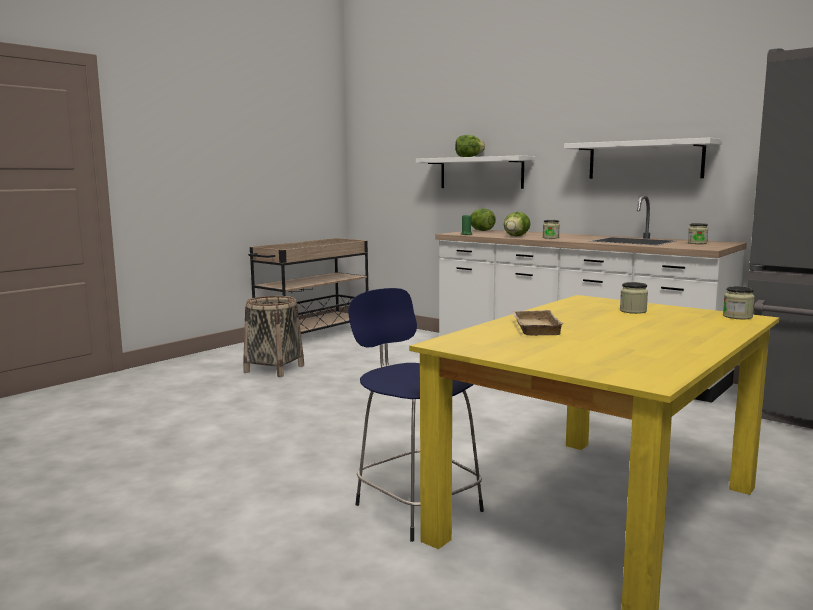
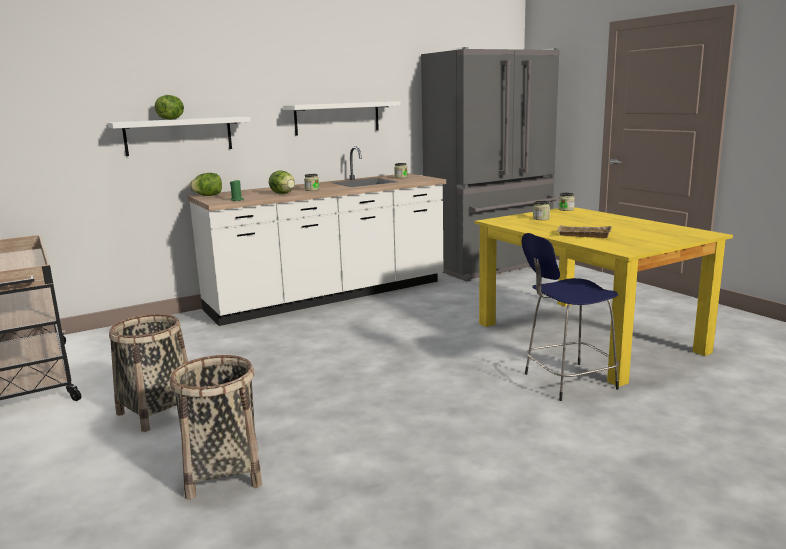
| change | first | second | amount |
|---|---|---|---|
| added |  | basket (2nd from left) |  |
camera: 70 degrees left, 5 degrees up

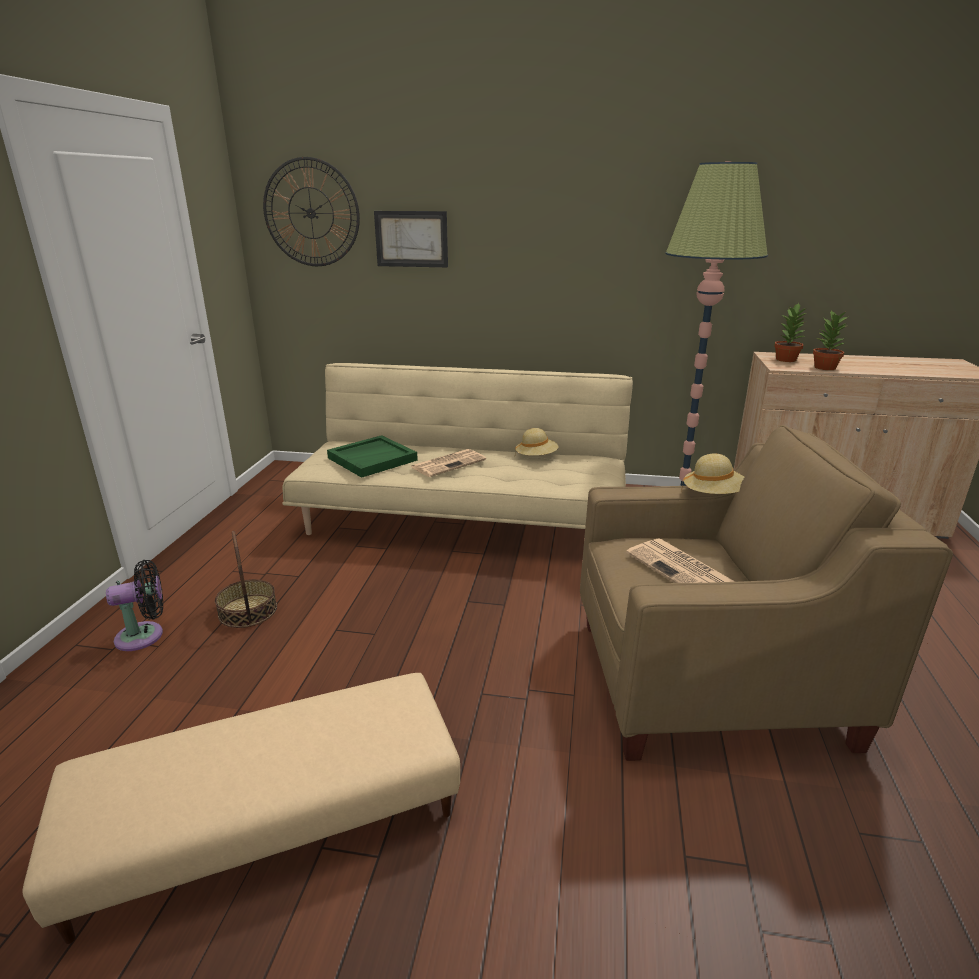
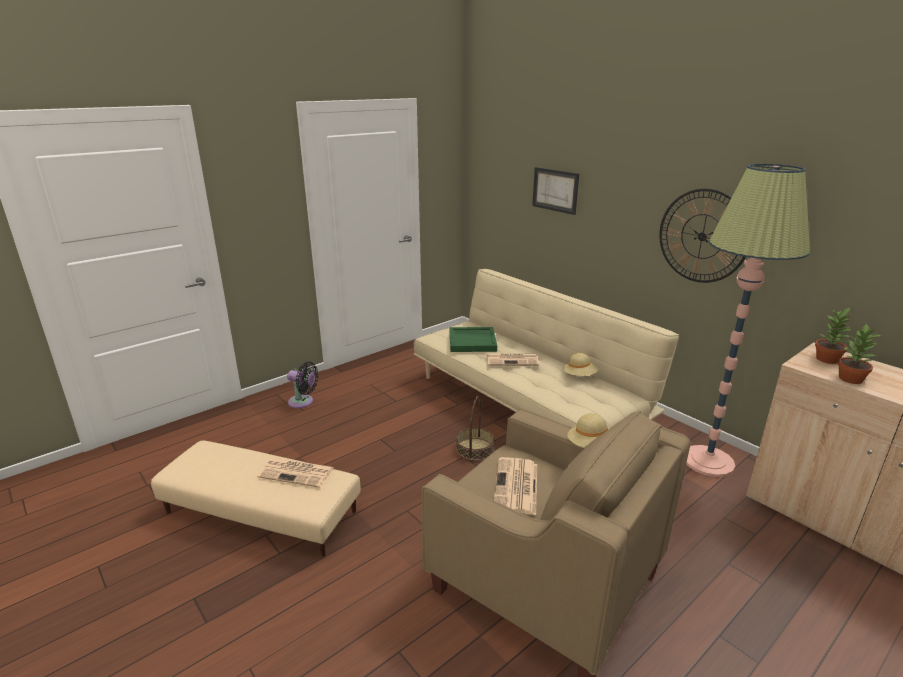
| change | first | second | amount |
|---|---|---|---|
| added |  | newspaper (1st from left) |  |
| moved | basket |  |  |
| moved | wall clock |  |  |
camera: 40 degrees right, 0 degrees up

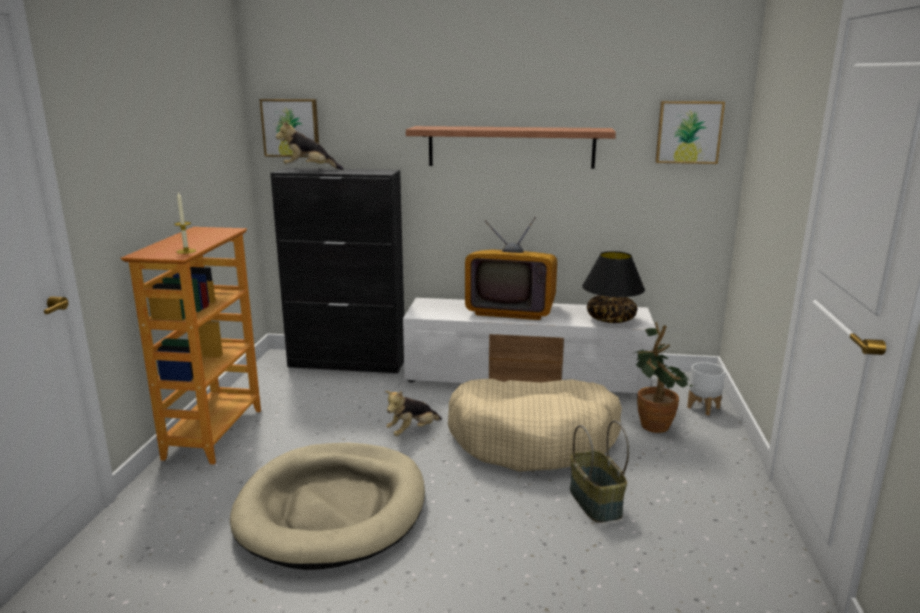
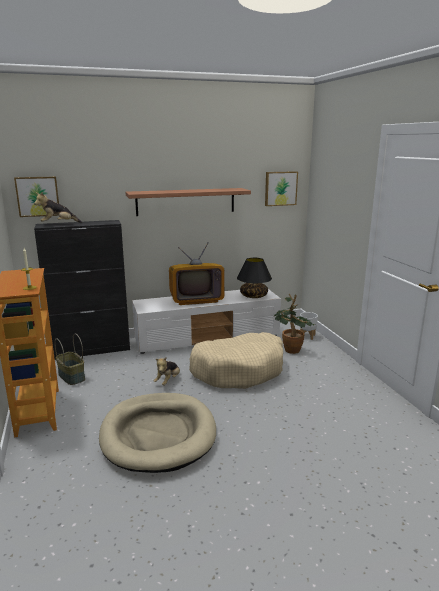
| change | first | second | amount |
|---|---|---|---|
| moved | basket |  |  |
camera: 25 degrees left, 0 degrees up

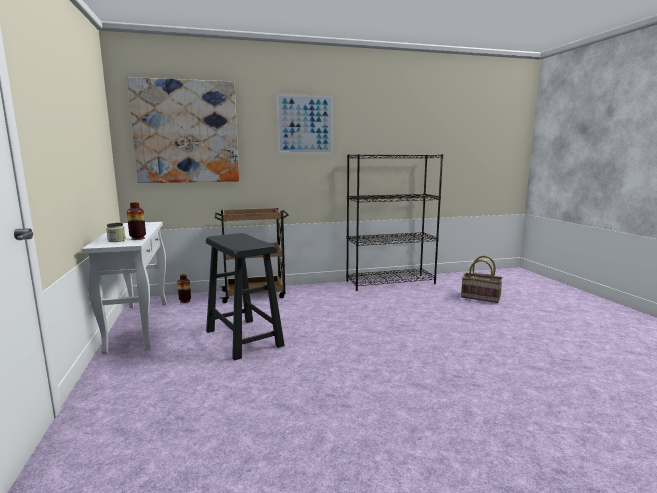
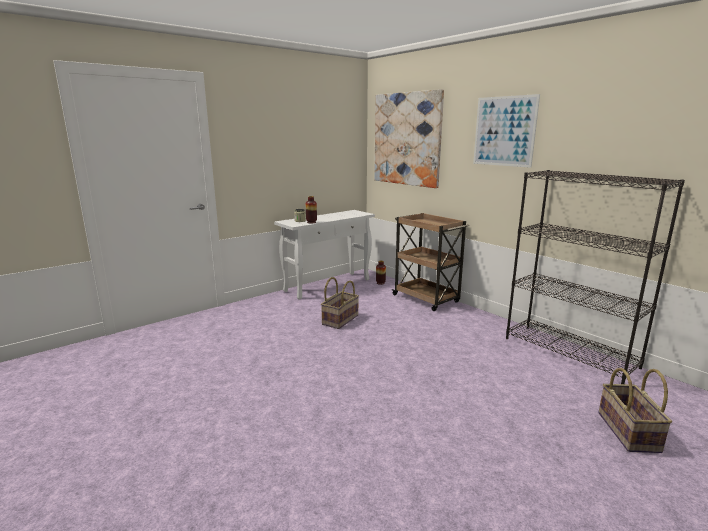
| change | first | second | amount |
|---|---|---|---|
| replaced | stool (black) | basket (1st from left) |  |
camera: 65 degrees right, 5 degrees up

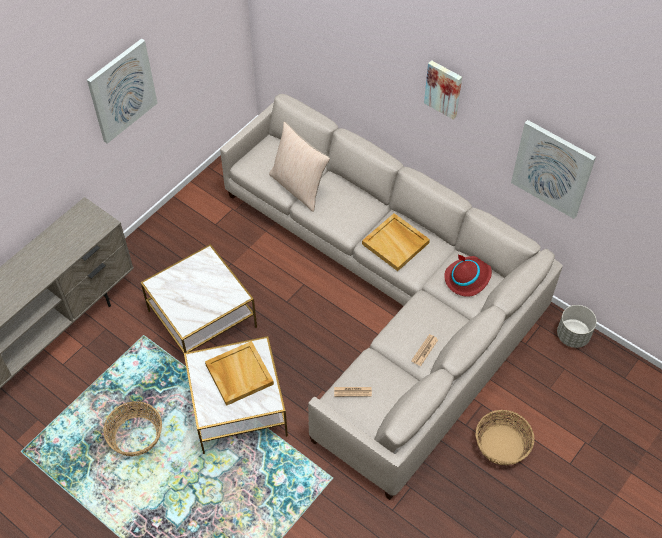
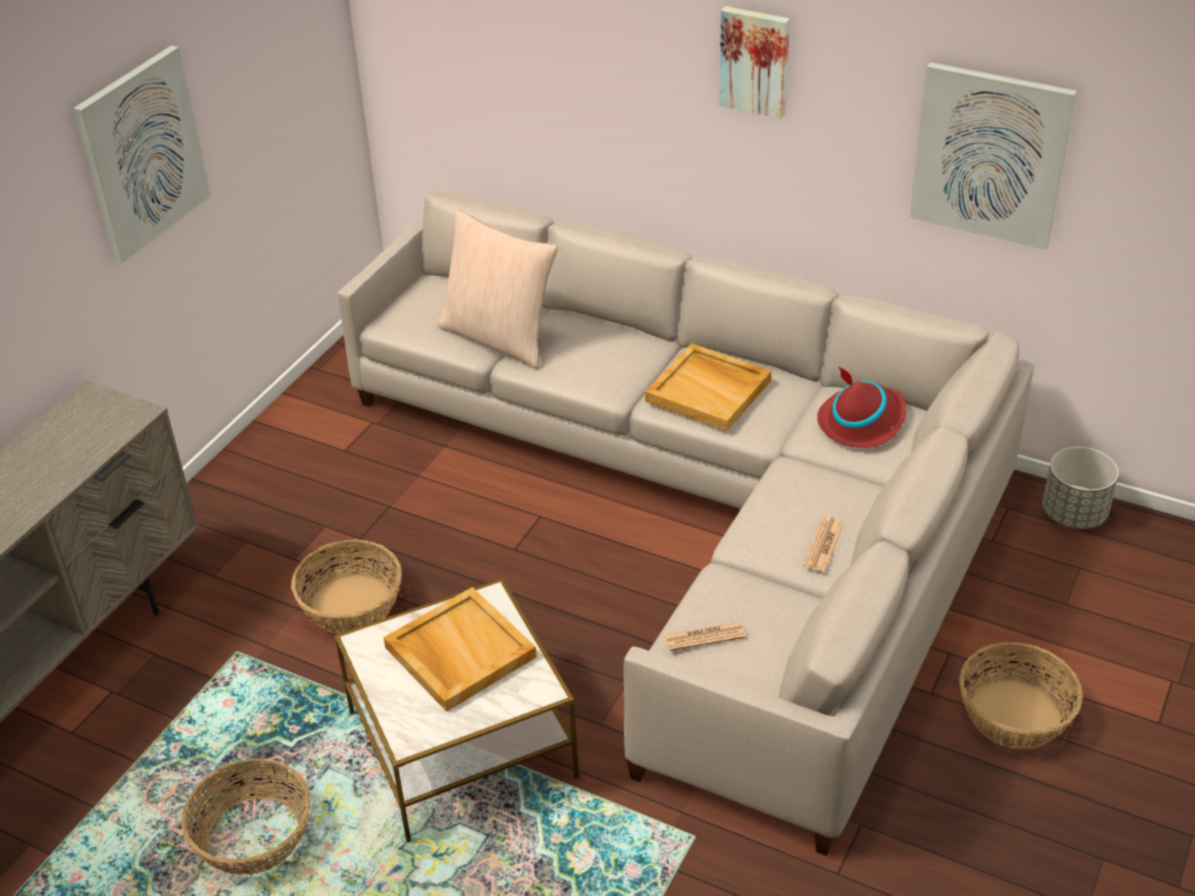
| change | first | second | amount |
|---|---|---|---|
| replaced | side table (1st from left) | basket (2nd from left) |  |
camera: 10 degrees left, 15 degrees down

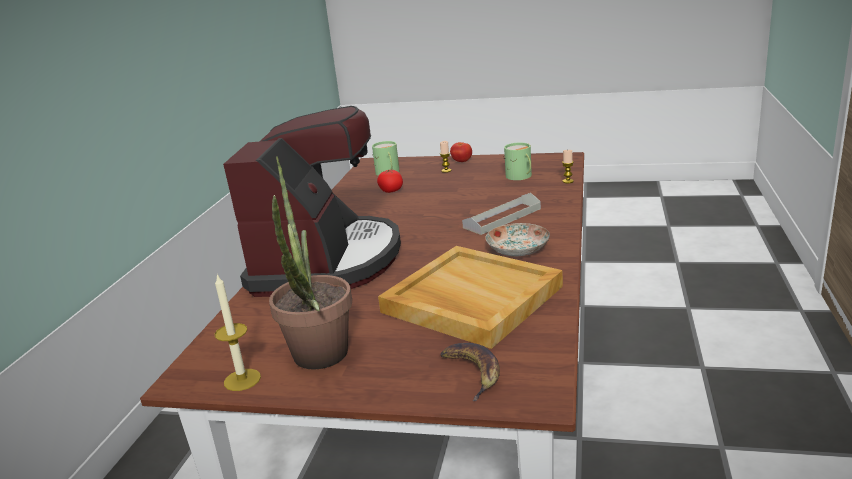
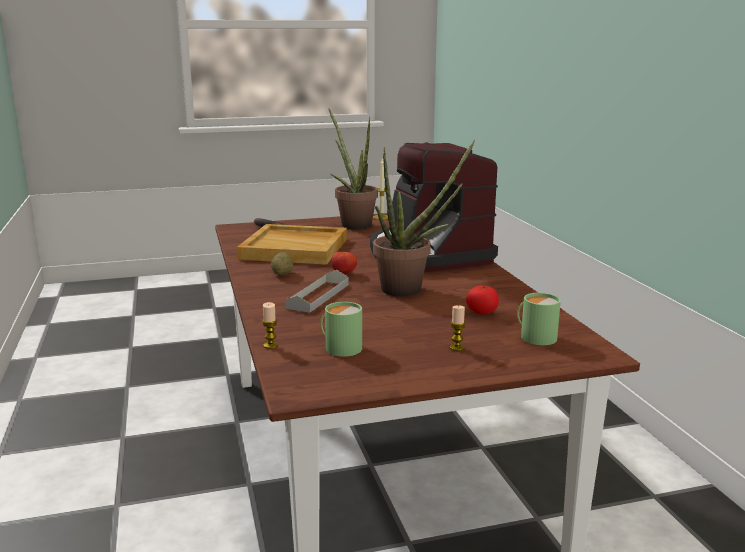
| change | first | second | amount |
|---|---|---|---|
| added |  | potted plant (2nd from left) |  |
| moved | tomato (2nd from left in the first image) | tomato (1st from left) |  |
| replaced | plate | potato |  |
camera: 150 degrees right, 5 degrees down

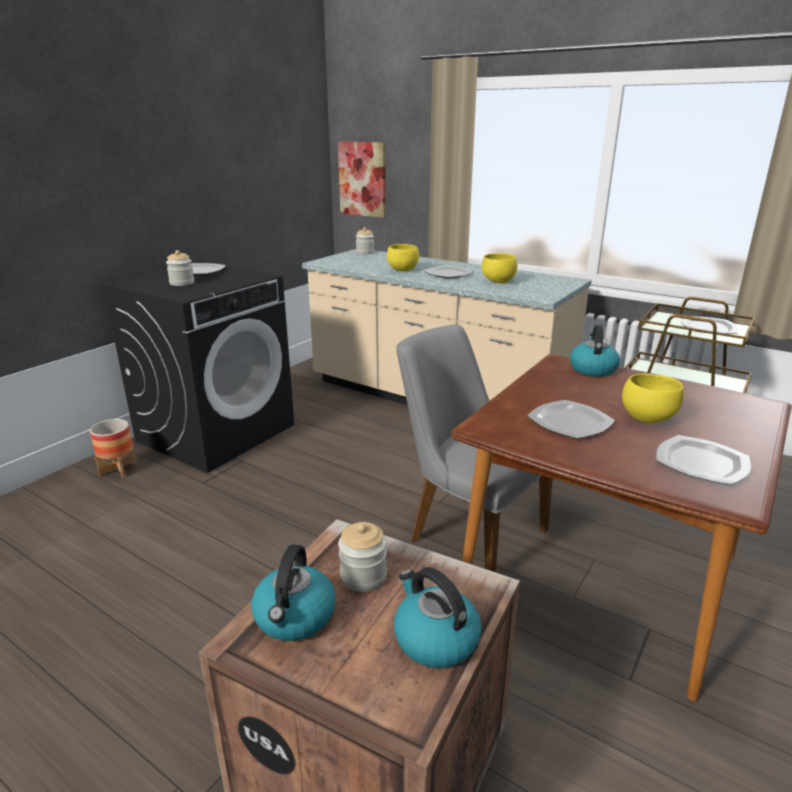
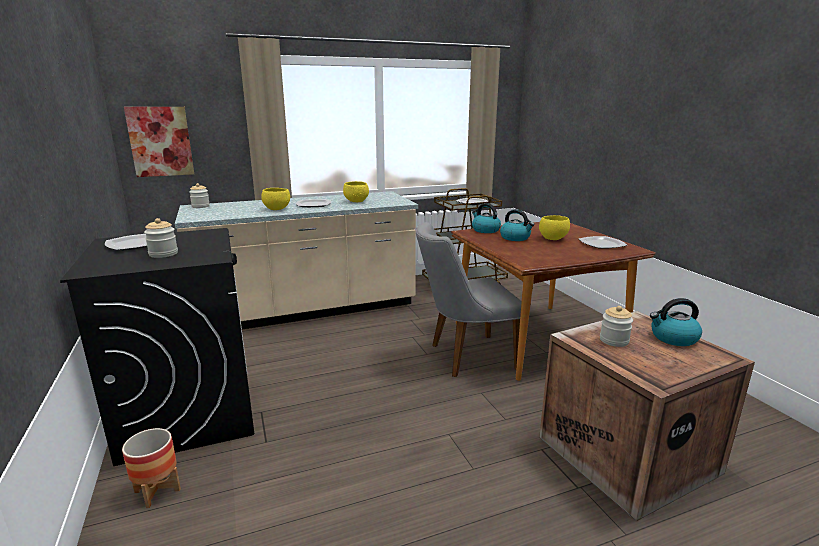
| change | first | second | amount |
|---|---|---|---|
| removed | plate (3rd from left) |  |  |
| moved | kettle (1st from left in the first image) | kettle (2nd from left) |  |
camera: 55 degrees left, 5 degrees down

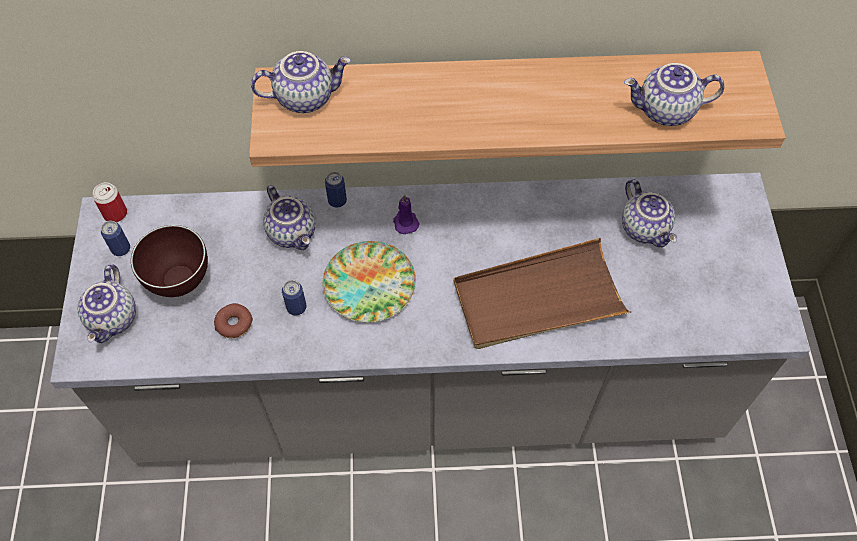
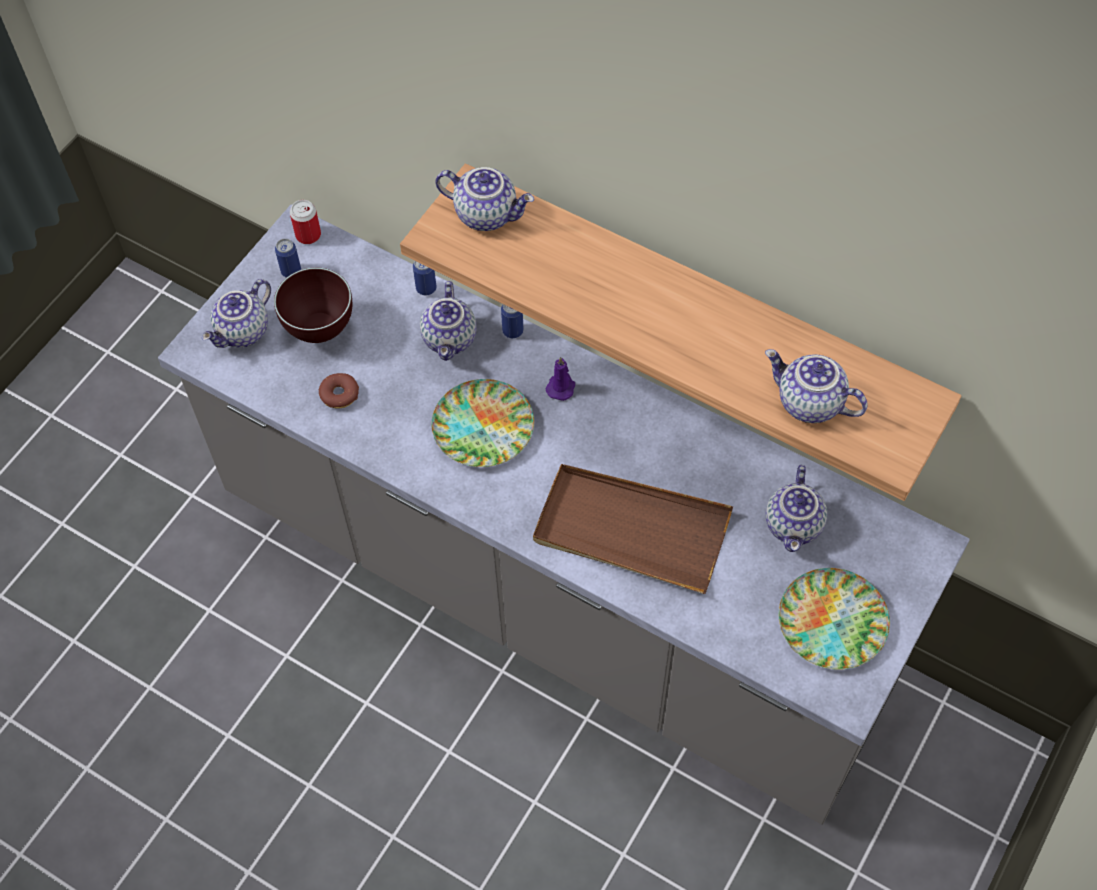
| change | first | second | amount |
|---|---|---|---|
| added |  | plate (2nd from left) |  |
| moved | can (3rd from left) |  |  |
camera: 35 degrees right, 0 degrees up

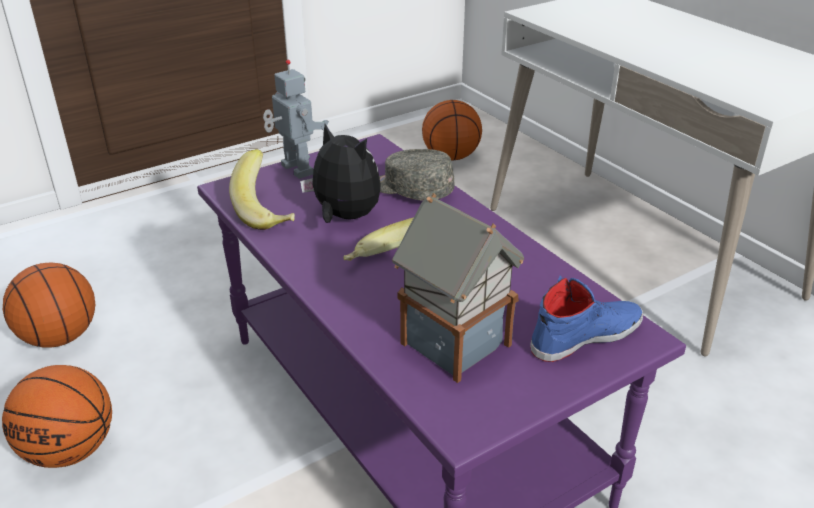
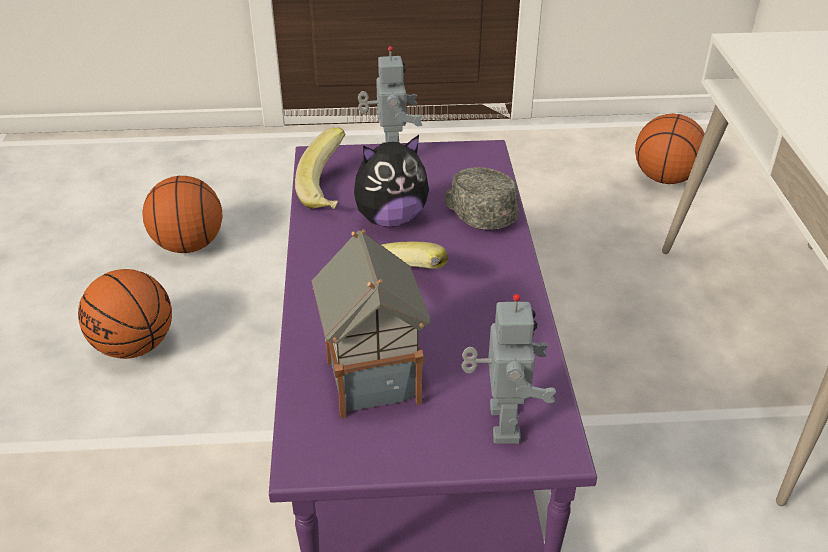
| change | first | second | amount |
|---|---|---|---|
| replaced | shoe (blue) | toy robot (2nd from left) |  |
| turned | plush toy |  | 90 degrees clockwise |
camera: 30 degrees right, 5 degrees up

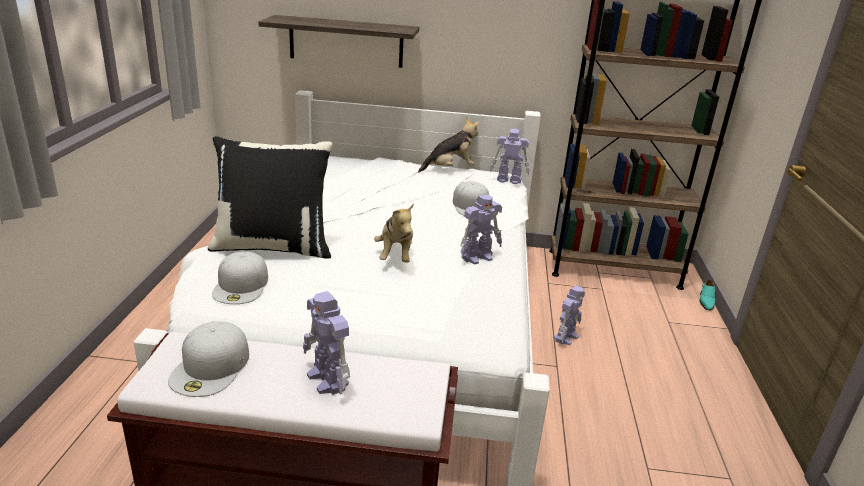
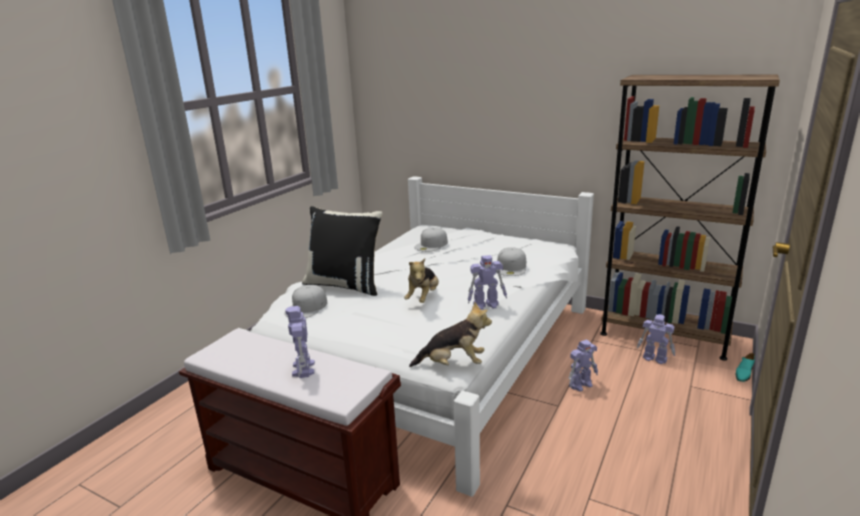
| change | first | second | amount |
|---|---|---|---|
| removed | shelf |  |  |
| moved | cap (white) (1st from left in the first image) | cap (white) (2nd from left) |  |
| moved | plush toy (2nd from left) |  |  |
| moved | toy robot (3rd from left in the first image) | toy robot (4th from left) |  |
camera: 25 degrees right, 5 degrees down

